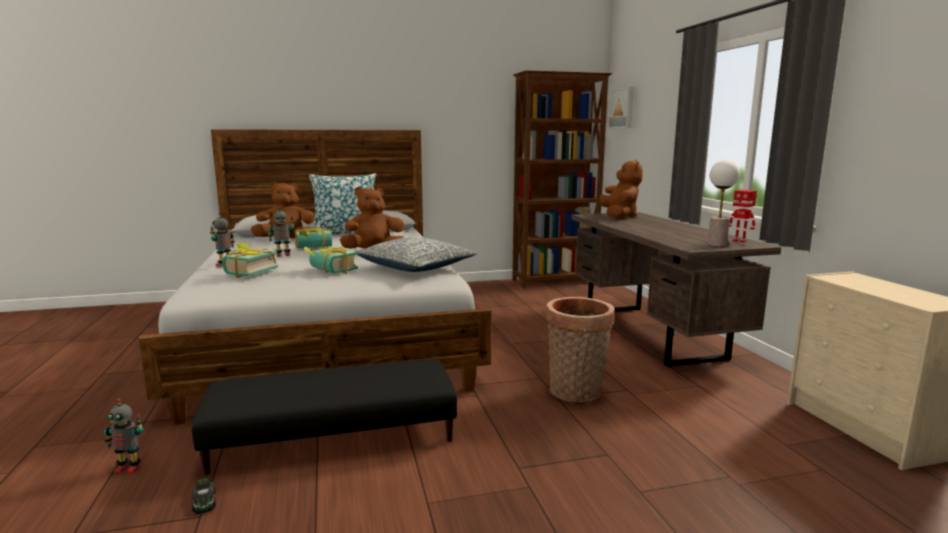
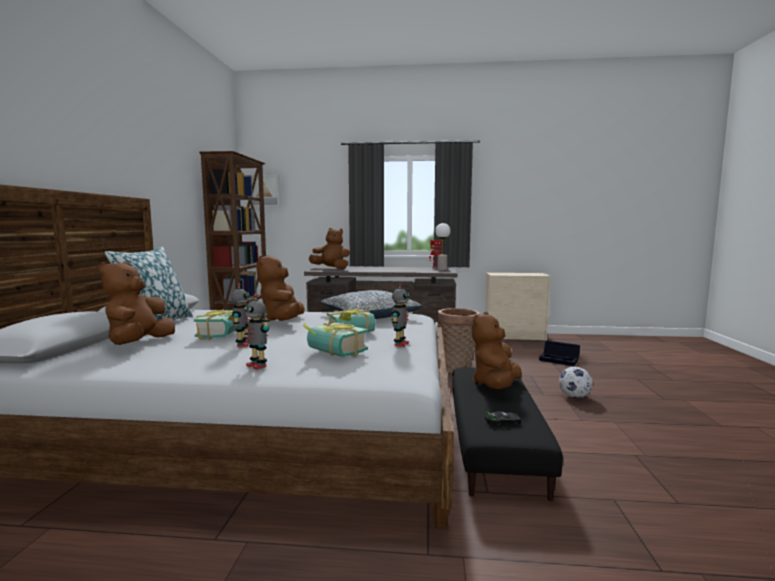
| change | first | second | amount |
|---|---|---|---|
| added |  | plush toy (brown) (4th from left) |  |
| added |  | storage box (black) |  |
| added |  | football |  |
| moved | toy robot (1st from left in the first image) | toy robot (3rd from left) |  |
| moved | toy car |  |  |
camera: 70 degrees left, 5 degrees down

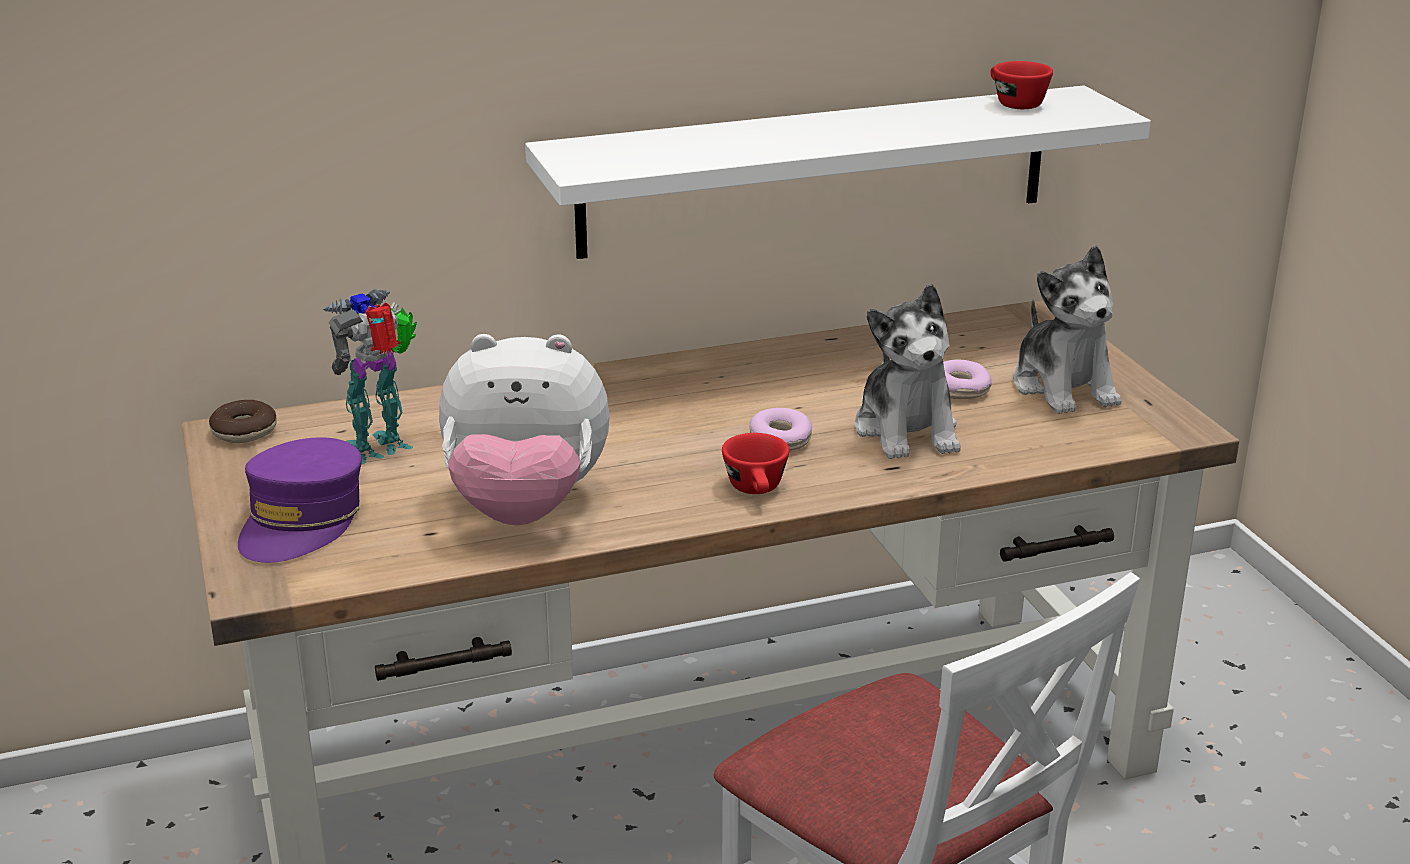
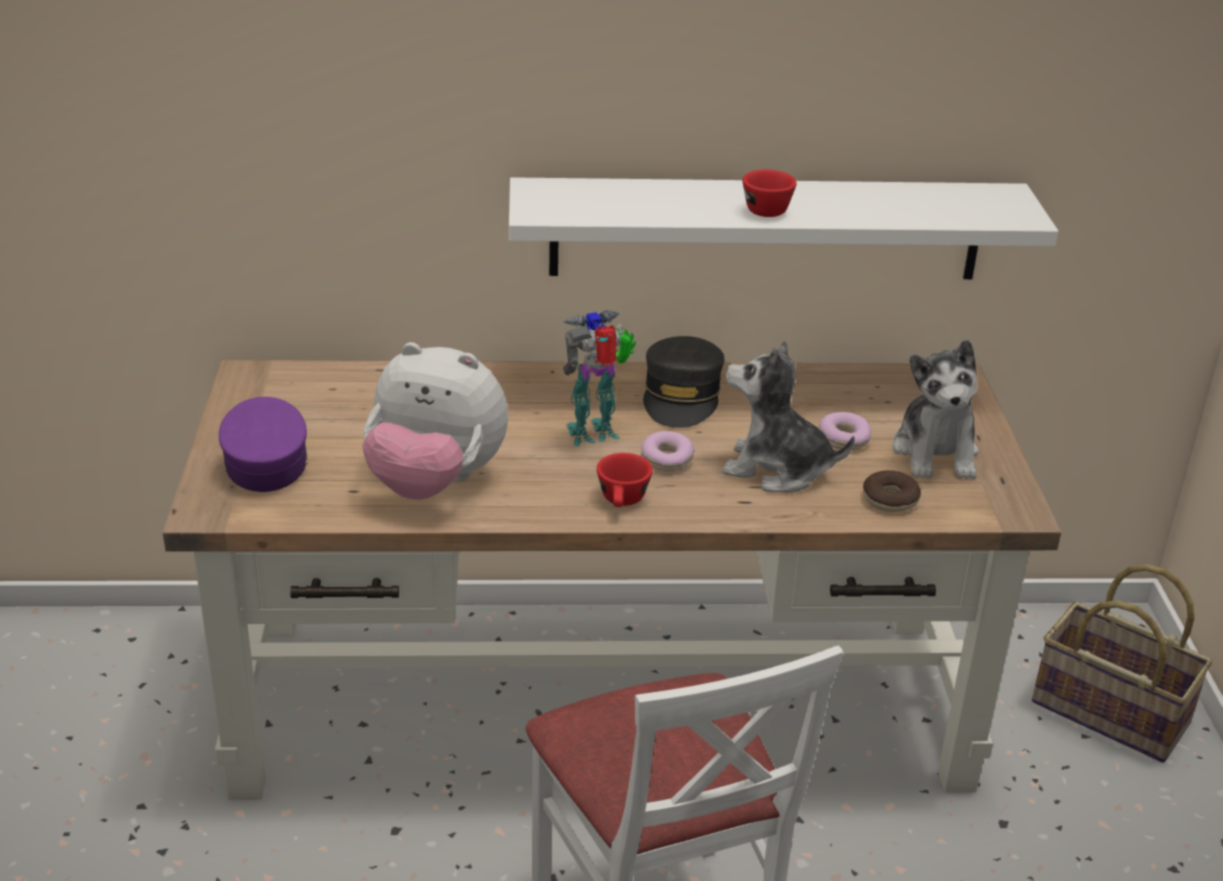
| change | first | second | amount |
|---|---|---|---|
| added |  | cap (grey) |  |
| added |  | basket |  |
| moved | donut (1st from left in the first image) | donut (3rd from left) |  |
| moved | toy robot |  |  |
| moved | cup (red) (2nd from left) |  |  |
| turned | cap (purple) |  | 135 degrees clockwise |
| turned | plush toy (2nd from left) |  | 105 degrees clockwise |
camera: 15 degrees right, 5 degrees up

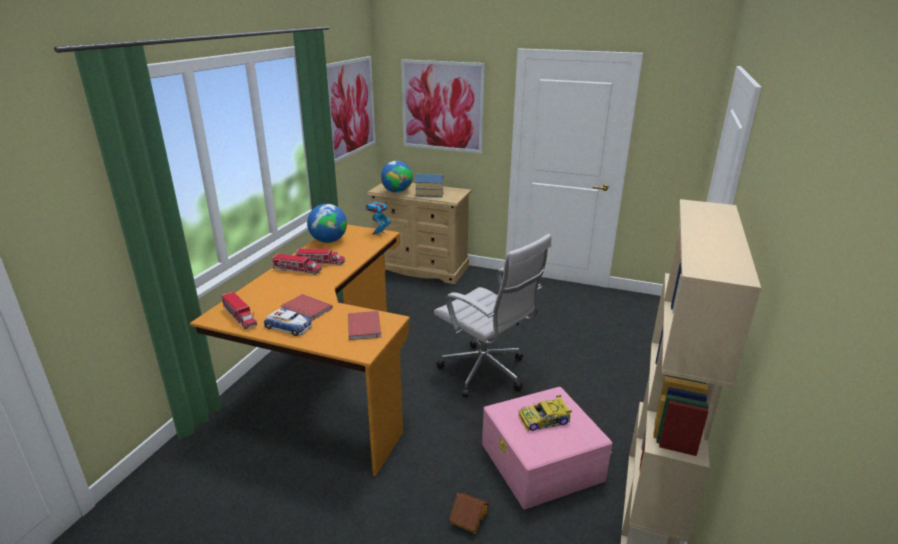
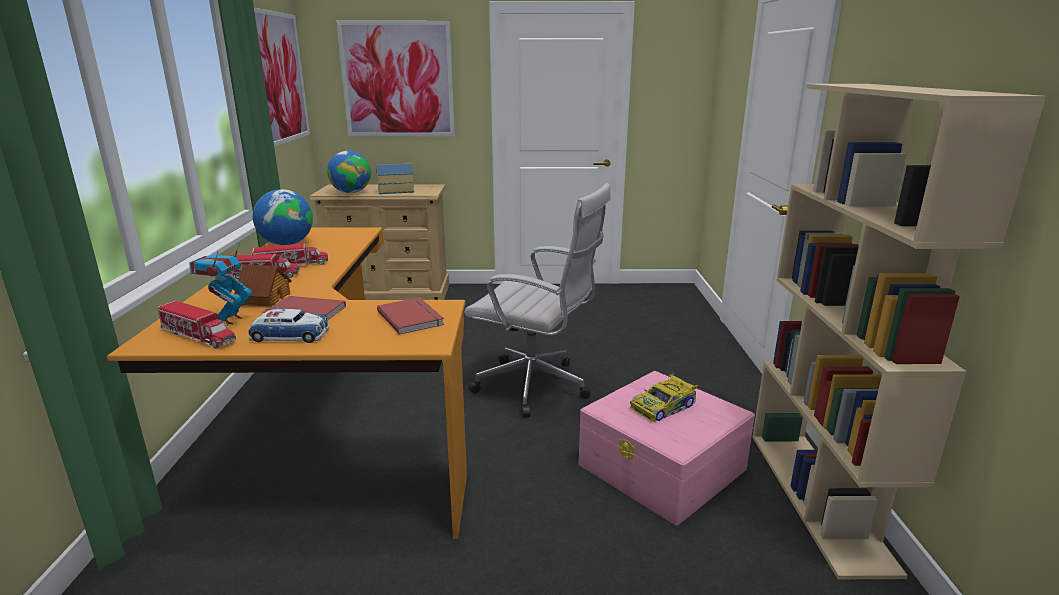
| change | first | second | amount |
|---|---|---|---|
| moved | toy robot |  |  |
| moved | toy house (2nd from left in the first image) | toy house (1st from left) |  |
camera: 20 degrees left, 5 degrees down

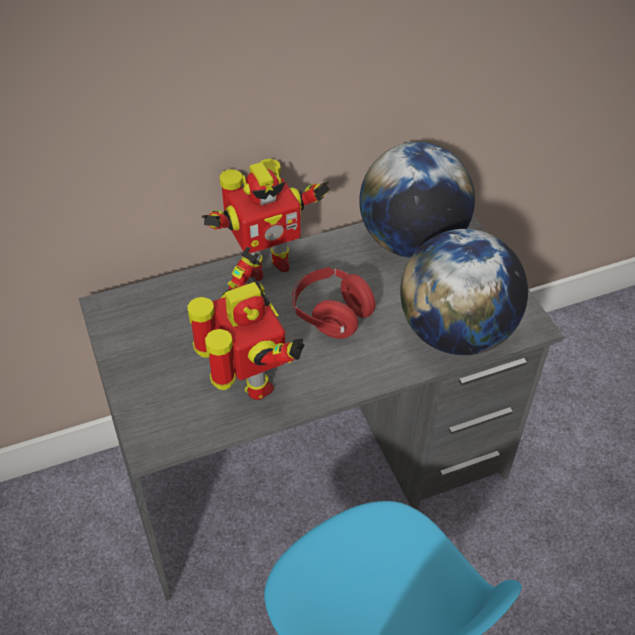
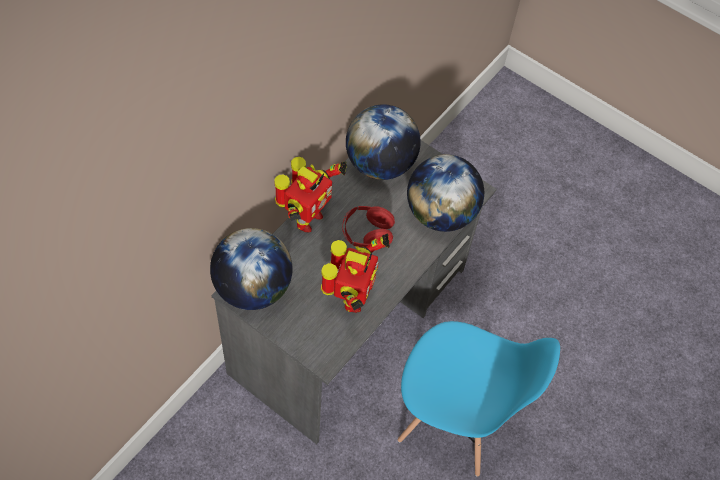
| change | first | second | amount |
|---|---|---|---|
| added |  | globe (1st from left) |  |
| turned | toy robot (1st from left in the first image) | toy robot (2nd from left) | 75 degrees clockwise |
camera: 35 degrees left, 10 degrees up

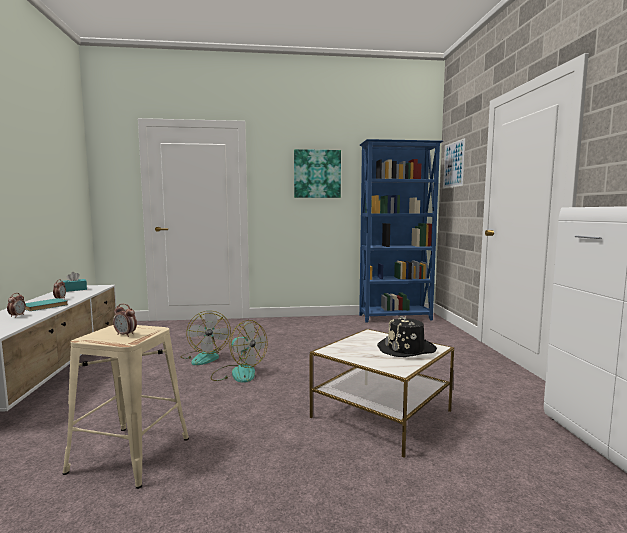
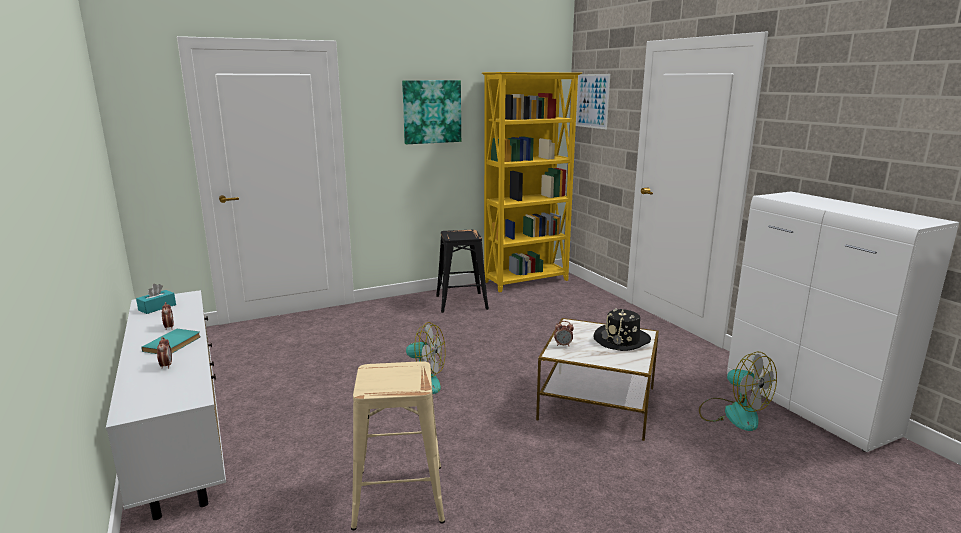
| change | first | second | amount |
|---|---|---|---|
| added |  | stool (black) |  |
| moved | alarm clock (3rd from left) |  |  |
| moved | fan (1st from left in the first image) | fan (2nd from left) |  |
| recoloured | bookcase (blue) | bookcase (yellow) |  |
camera: 20 degrees left, 10 degrees up

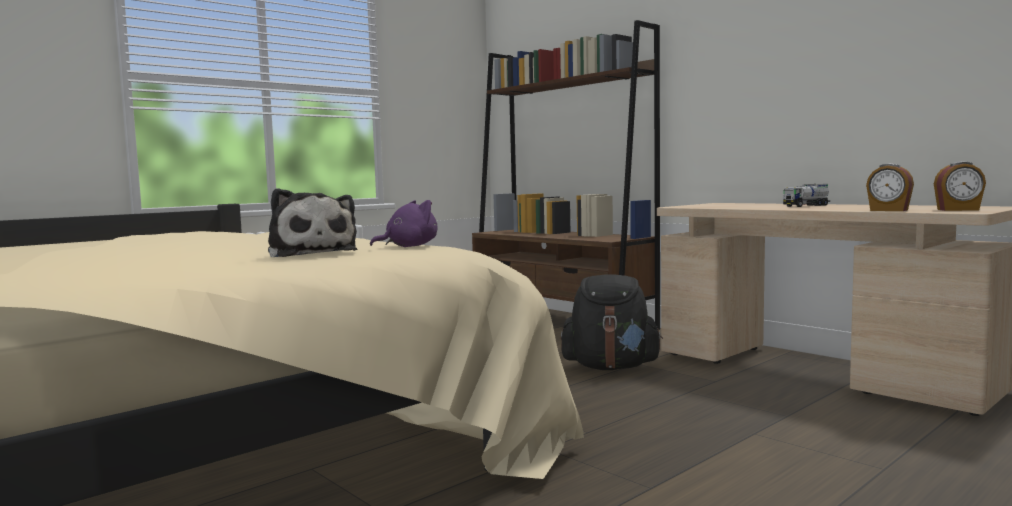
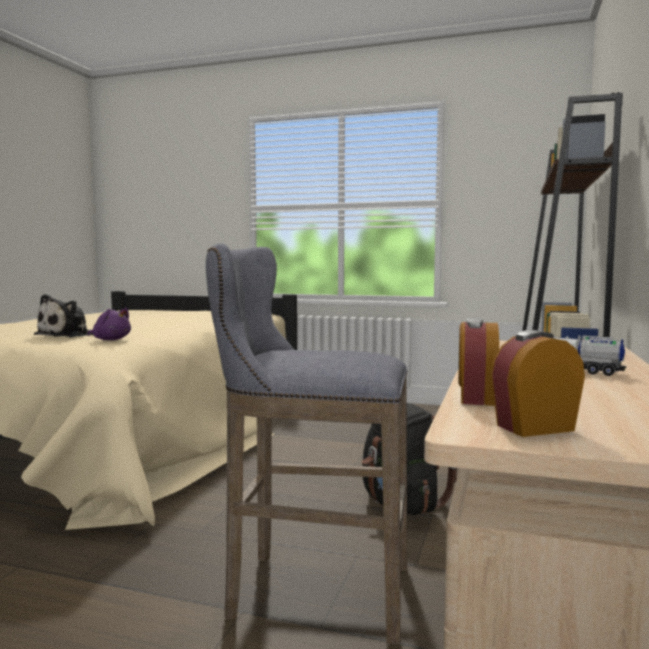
| change | first | second | amount |
|---|---|---|---|
| added |  | stool (grey) |  |
| turned | alarm clock (2nd from left) |  | 90 degrees clockwise |
camera: 60 degrees right, 0 degrees up

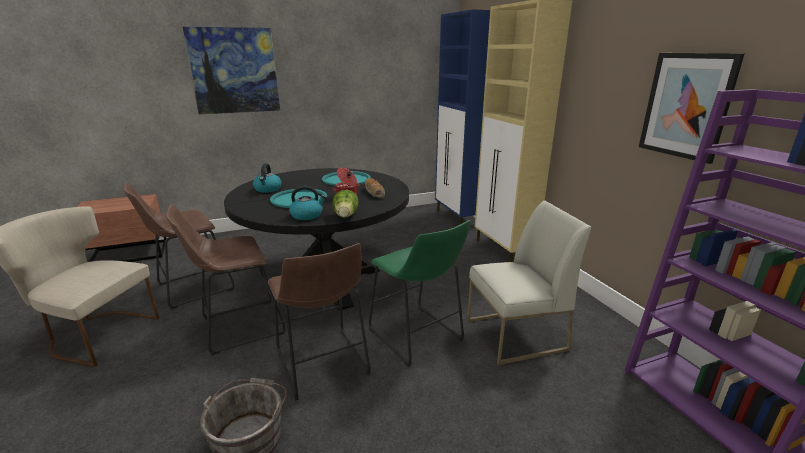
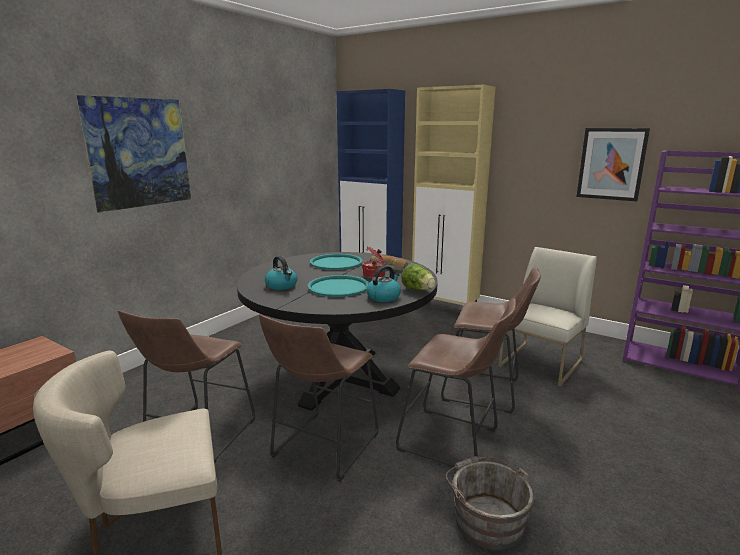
| change | first | second | amount |
|---|---|---|---|
| recoloured | stool (green) | stool (brown) (4th from left) |  |
camera: 35 degrees left, 5 degrees down

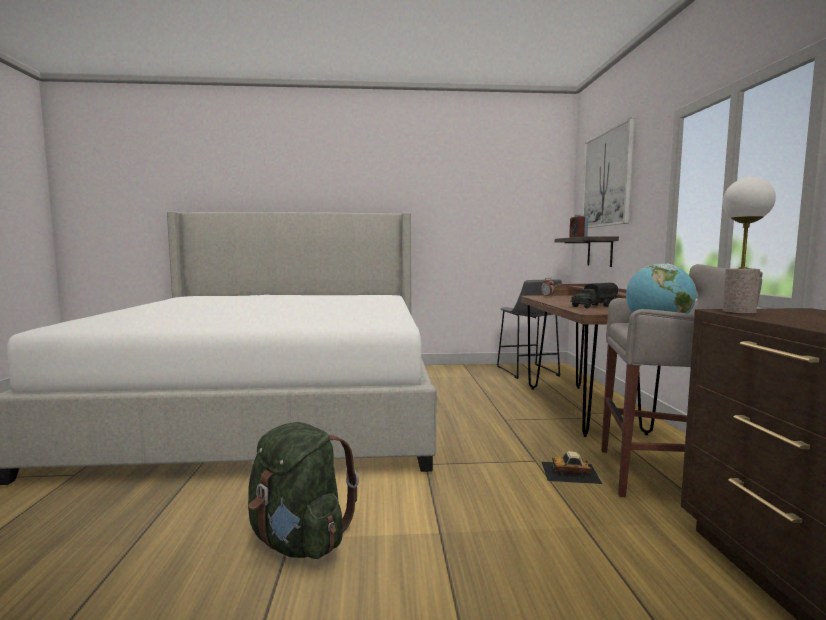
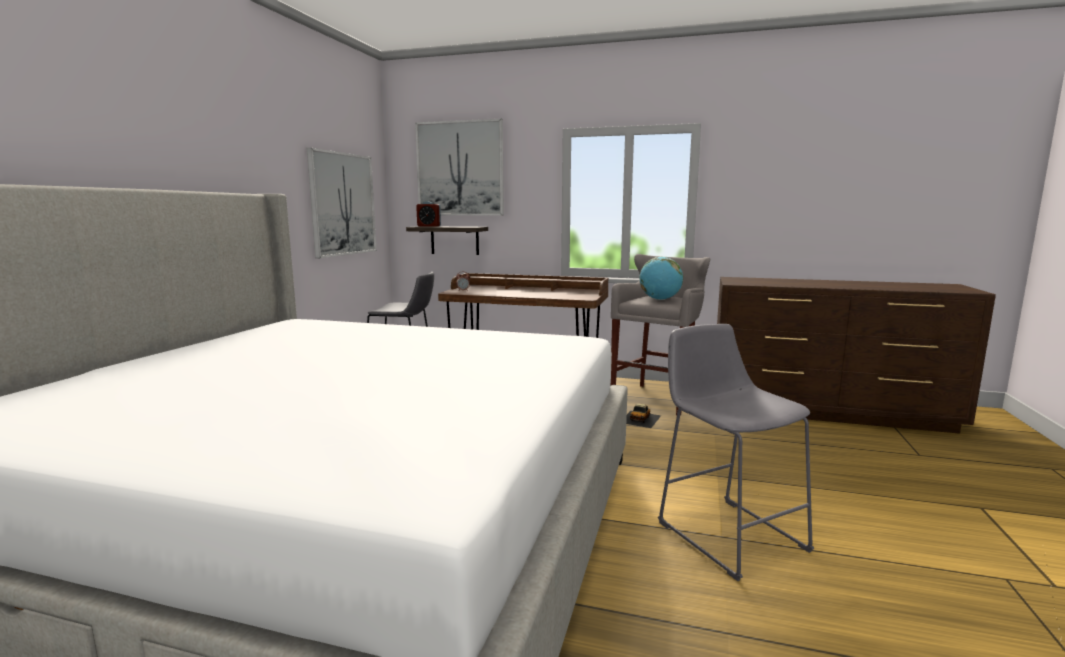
| change | first | second | amount |
|---|---|---|---|
| removed | toy truck |  |  |
| removed | table lamp |  |  |
| added |  | picture (1st from left) |  |
| replaced | backpack (green) | stool (grey) (3rd from left) |  |
camera: 70 degrees left, 5 degrees up

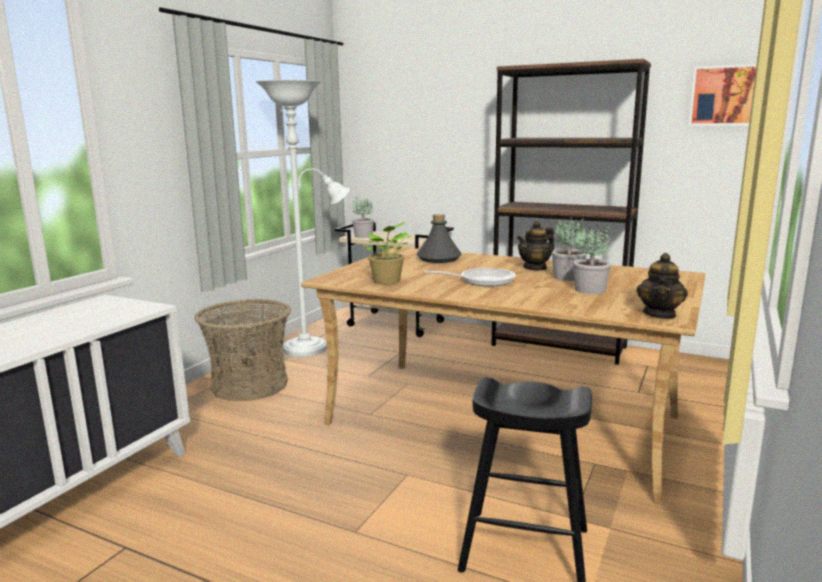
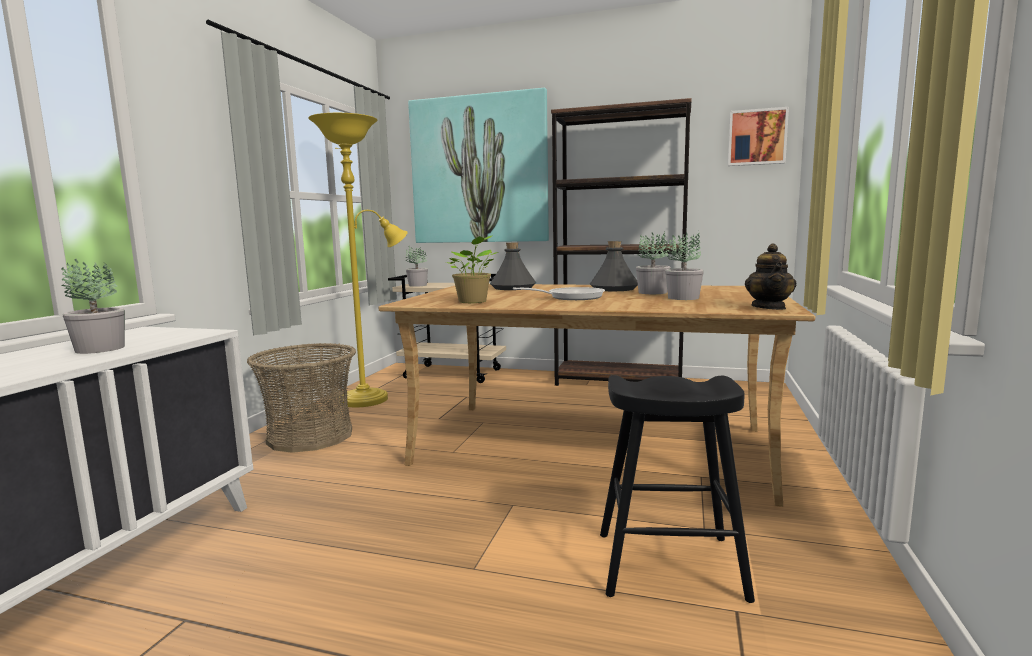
| change | first | second | amount |
|---|---|---|---|
| added |  | potted plant (1st from left) |  |
| added |  | picture (1st from left) |  |
| replaced | teapot (1st from left) | bottle (grey) (2nd from left) |  |
| recoloured | floor lamp (white) | floor lamp (yellow) |  |
camera: 10 degrees left, 5 degrees down

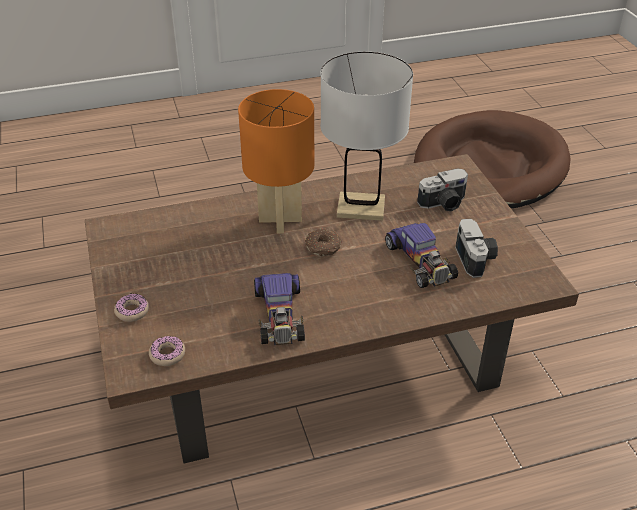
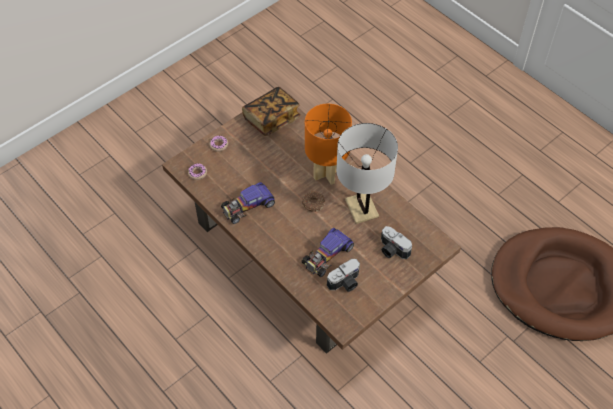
| change | first | second | amount |
|---|---|---|---|
| added |  | book |  |
camera: 65 degrees right, 15 degrees up

